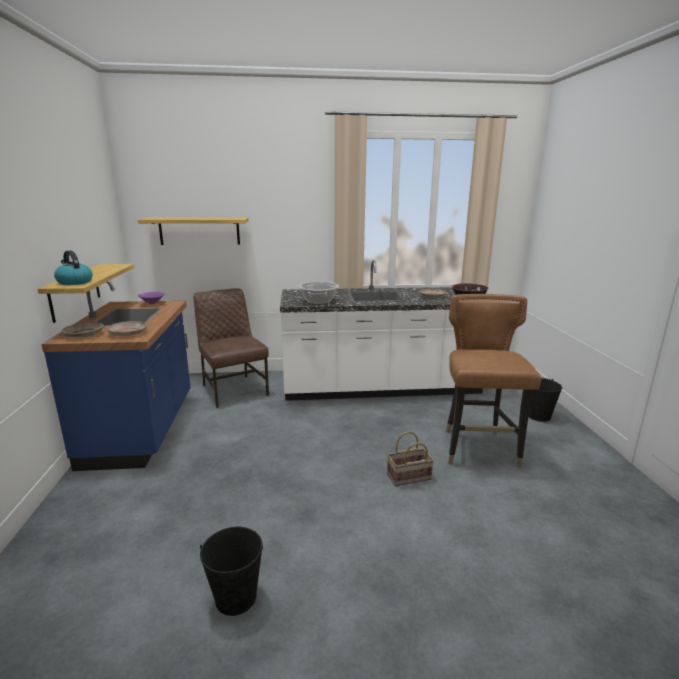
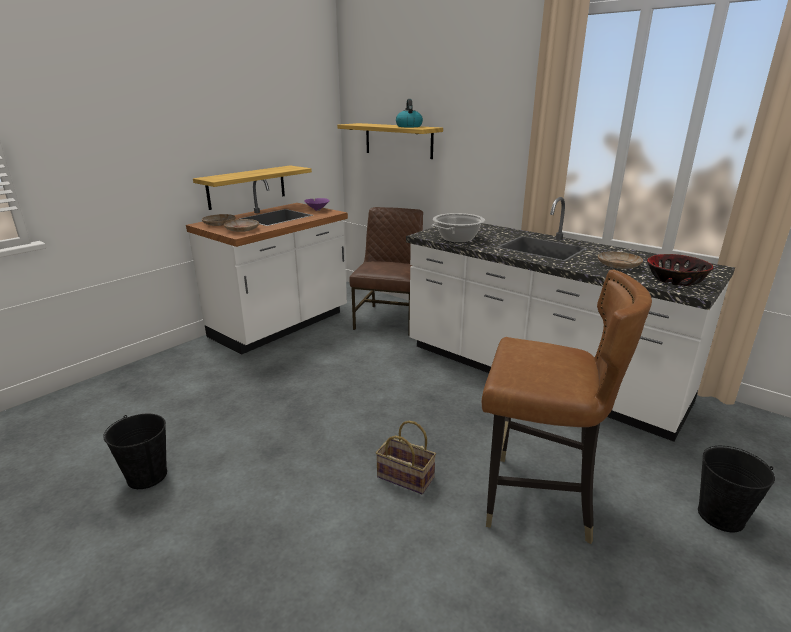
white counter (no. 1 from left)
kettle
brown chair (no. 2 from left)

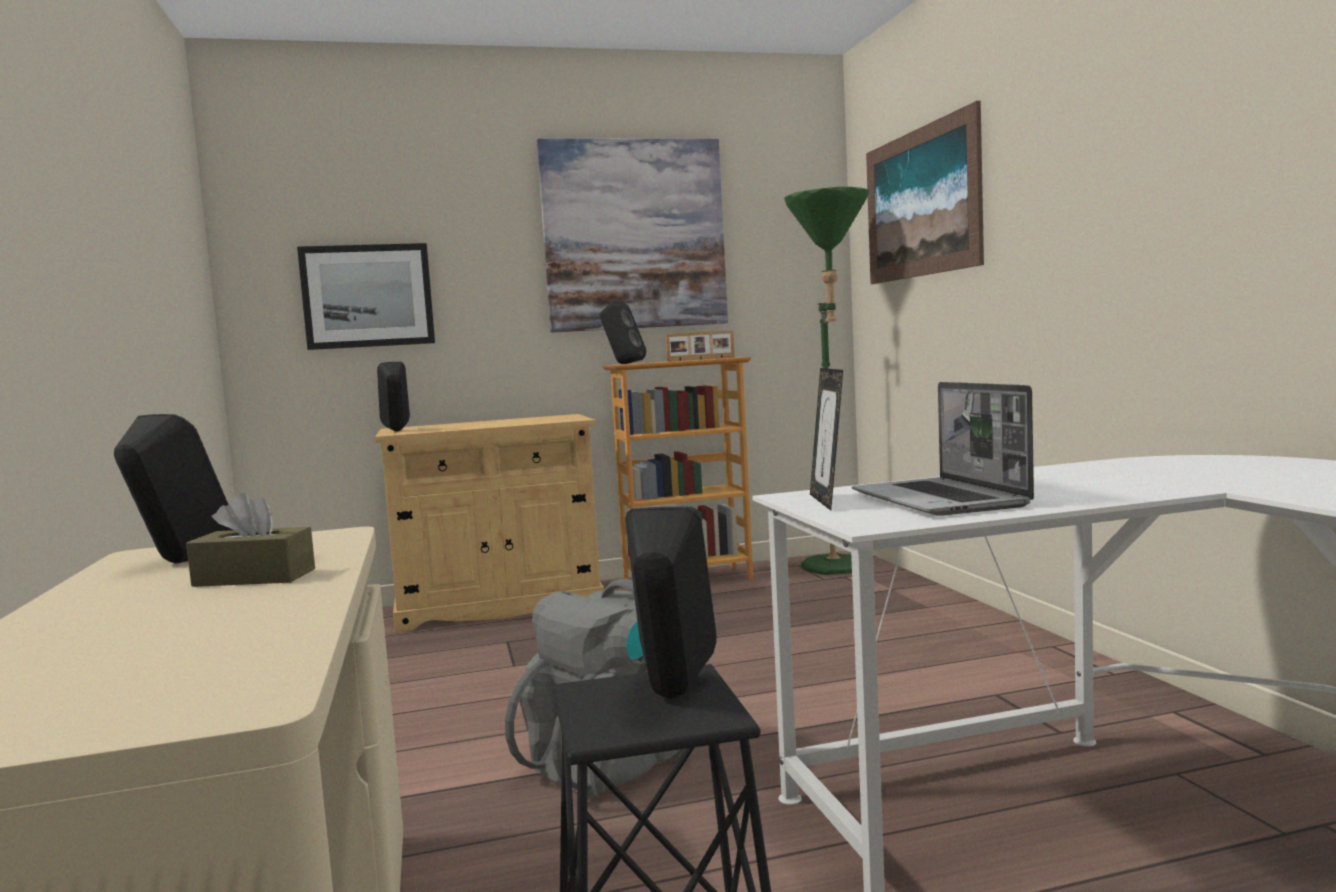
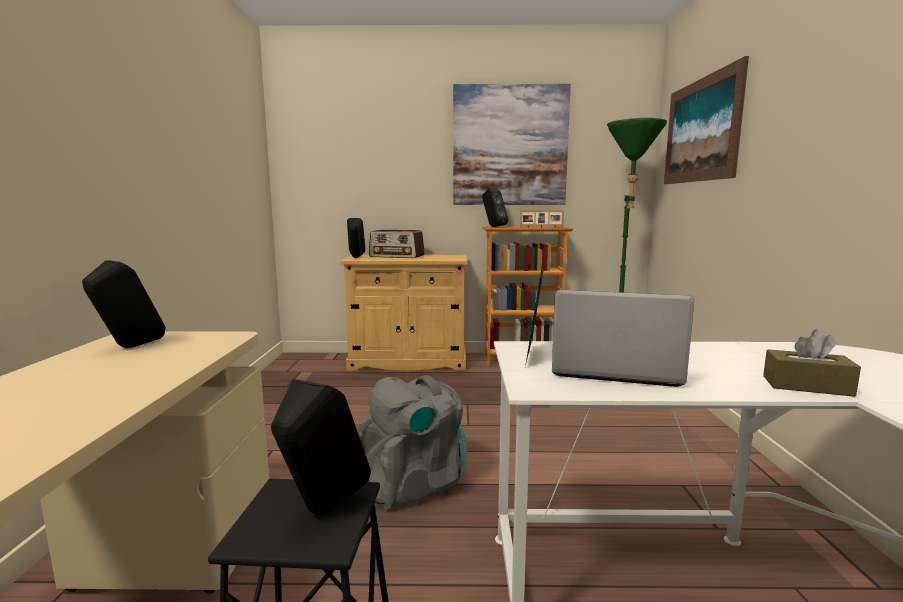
radio
laptop
brown tissue box
picture (no. 1 from left in the first image)

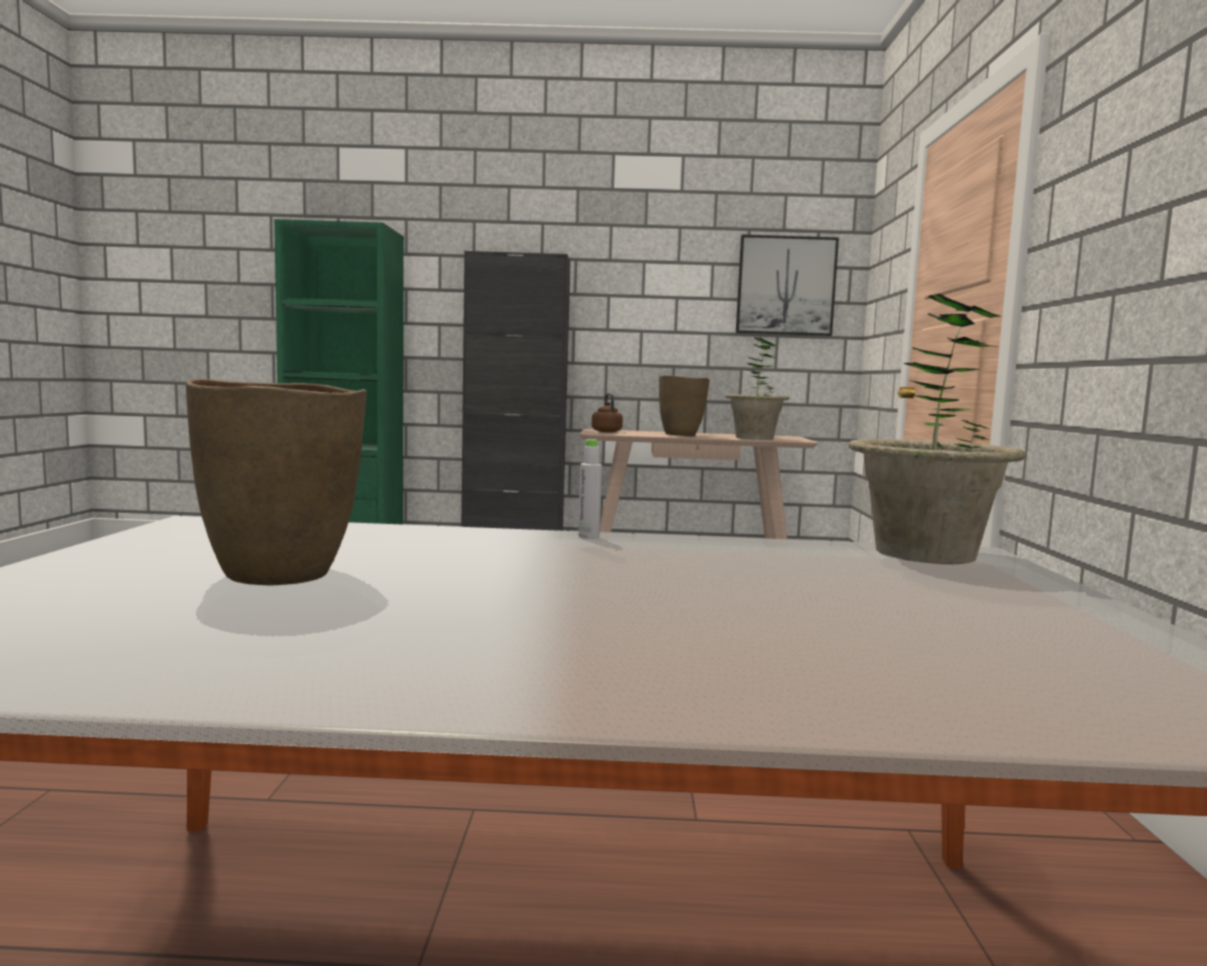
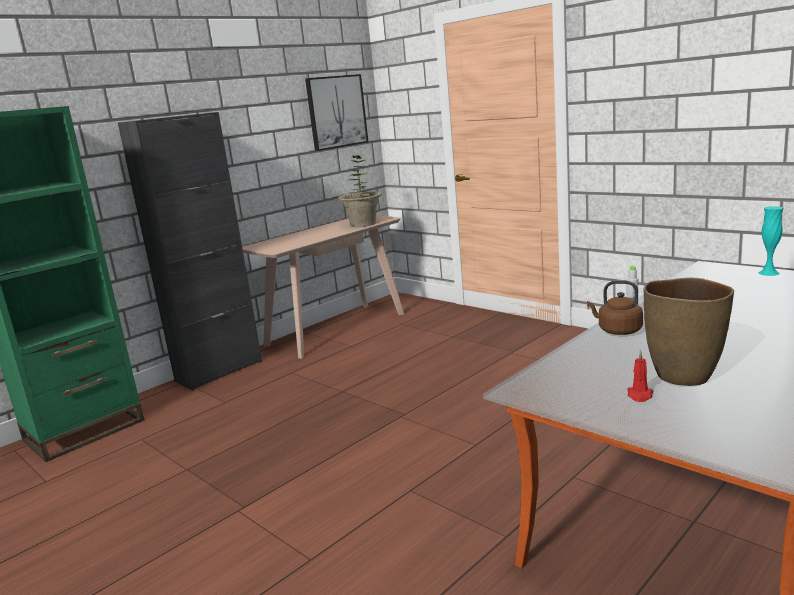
brown kettle
red candle
turquoise vase
brown vase (no. 2 from left in the first image)
potted plant (no. 2 from left in the first image)

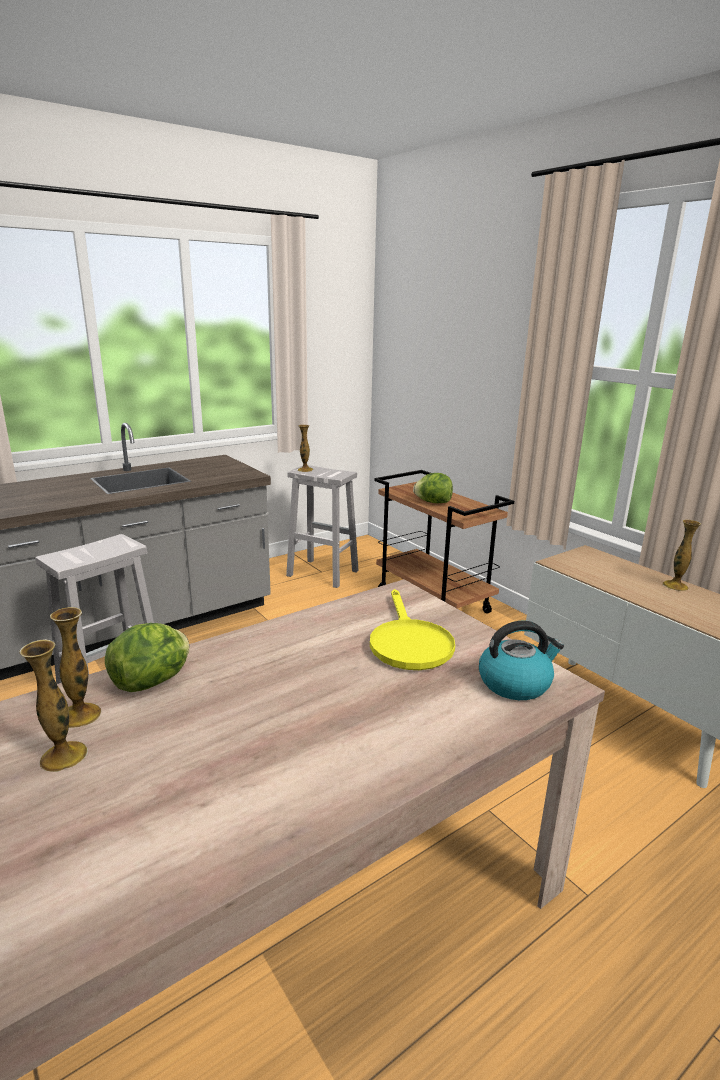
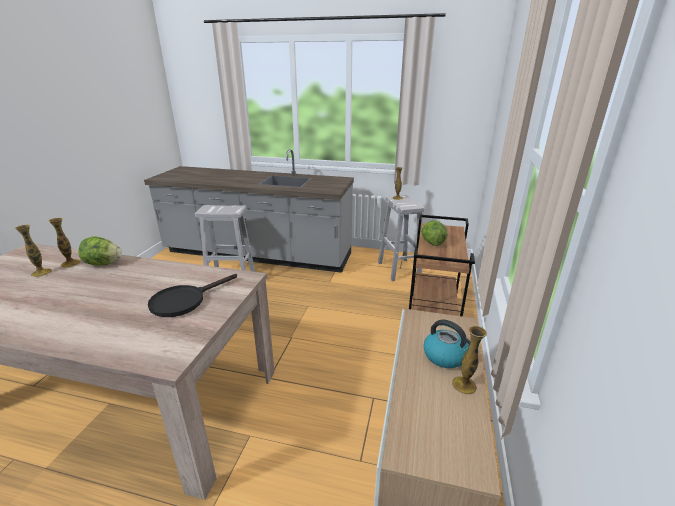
black frying pan
kettle

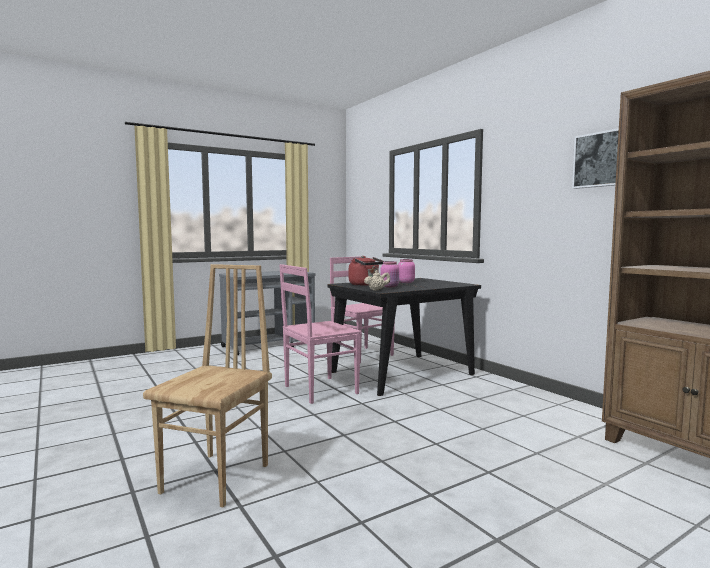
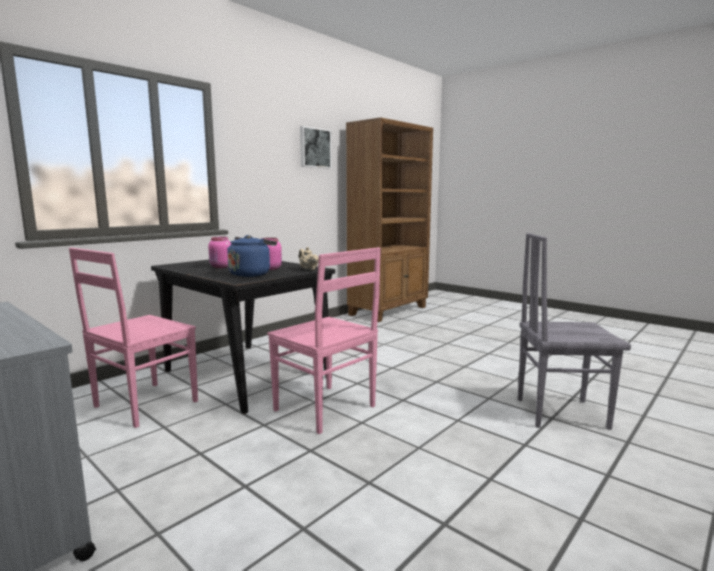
blue kettle
grey chair

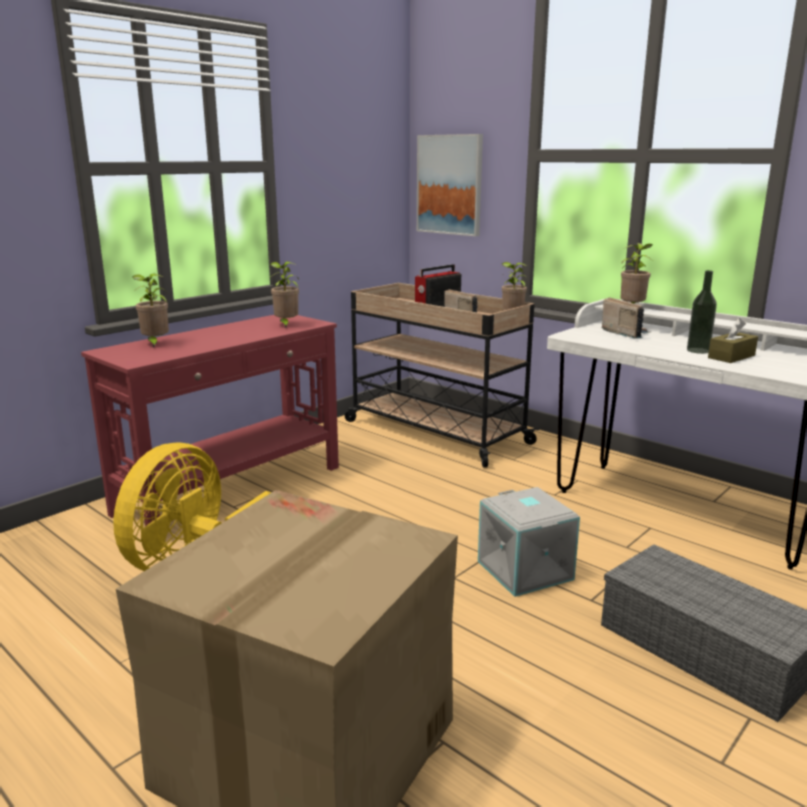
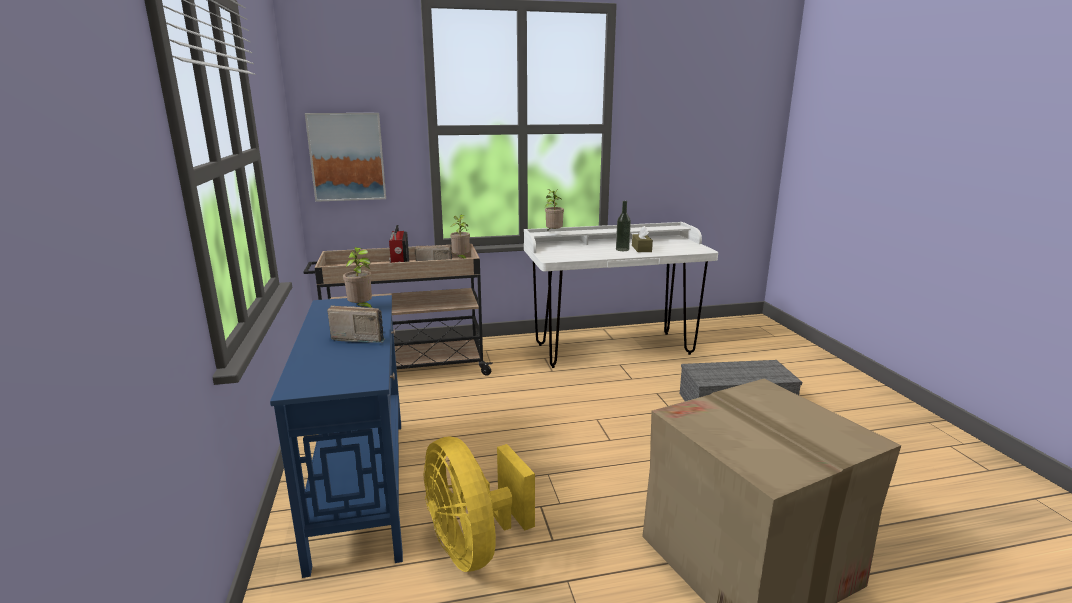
blue console table
radio (no. 1 from left)
potted plant (no. 1 from left in the first image)
grey storage box (no. 1 from left in the first image)

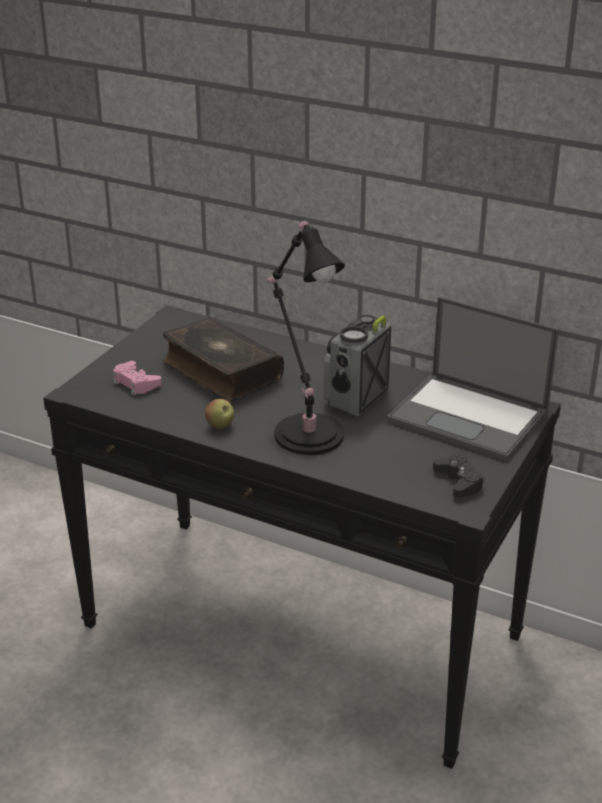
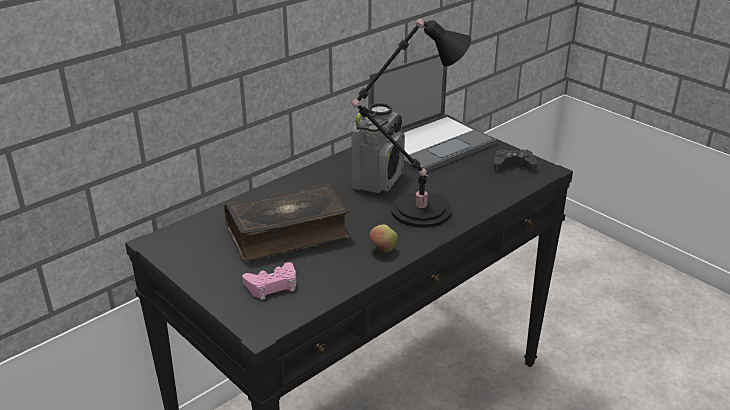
radio

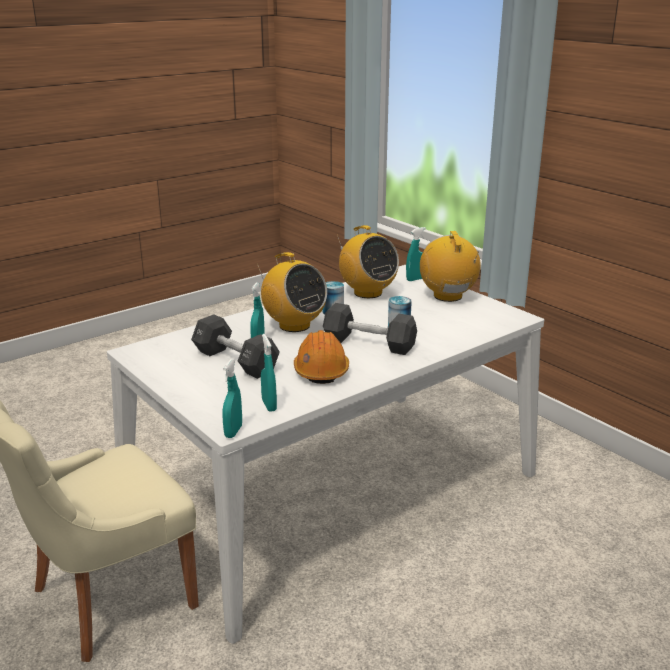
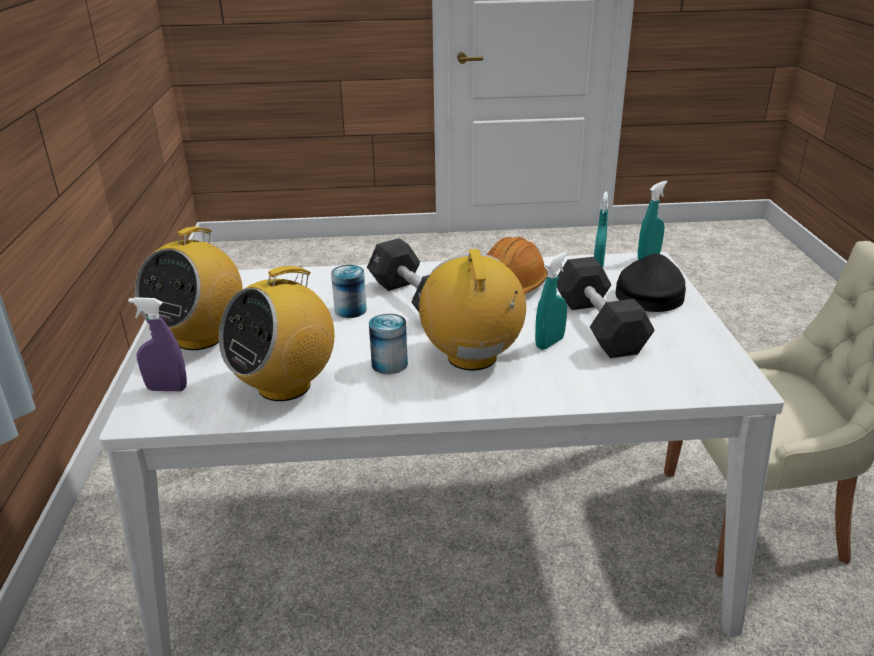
purple spray bottle
radio (no. 2 from left)
black cap

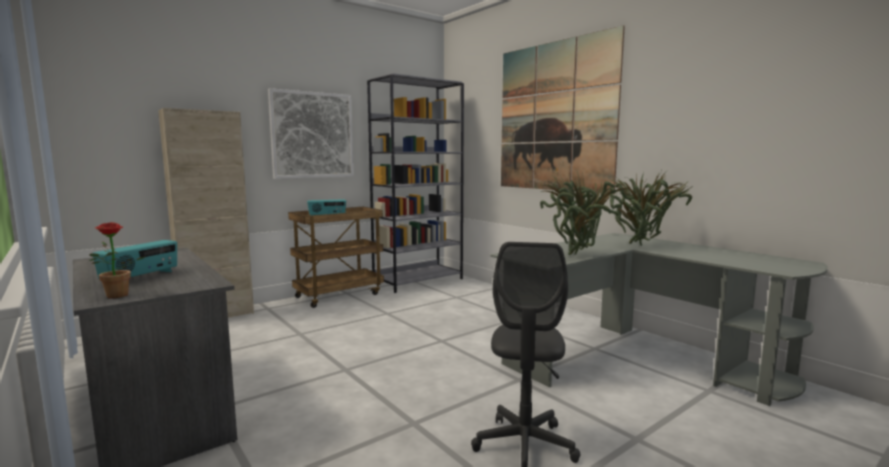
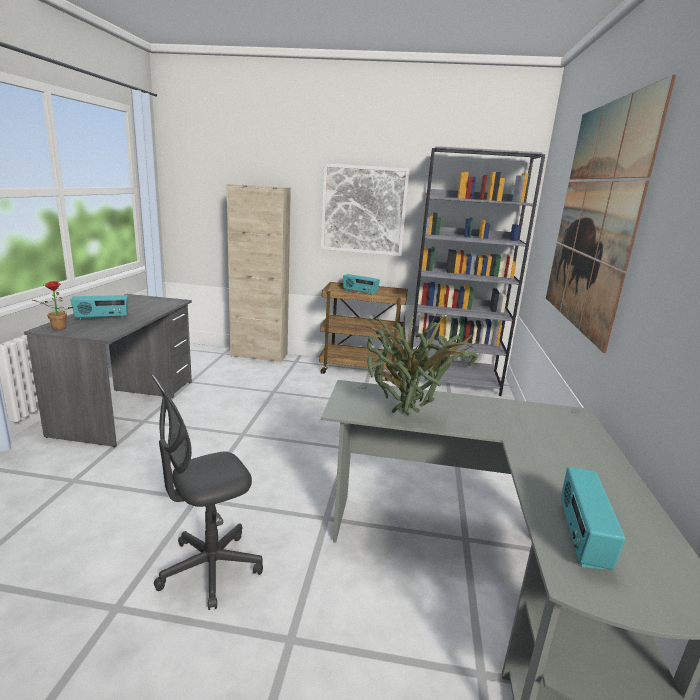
radio (no. 3 from left)
potted plant (no. 3 from left in the first image)

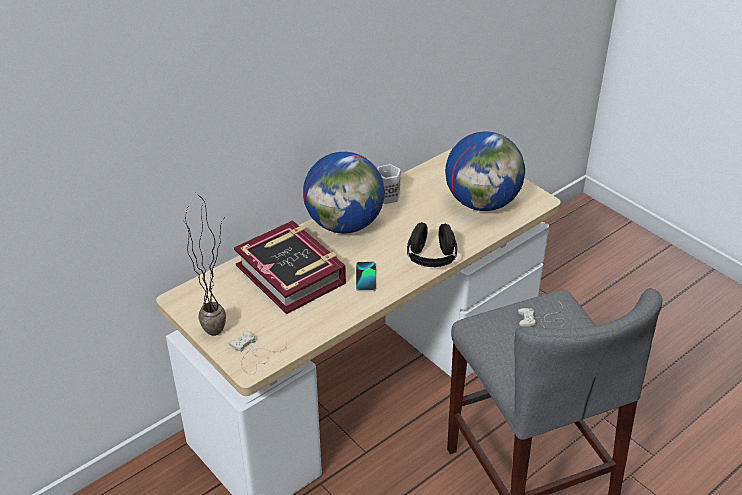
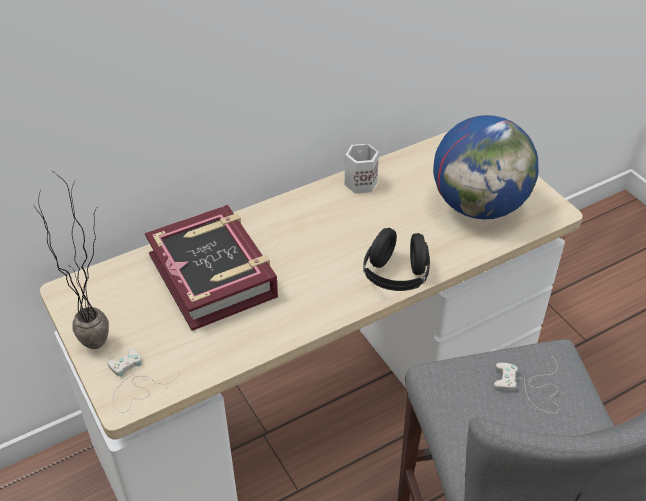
globe (no. 1 from left in the first image)
phone

